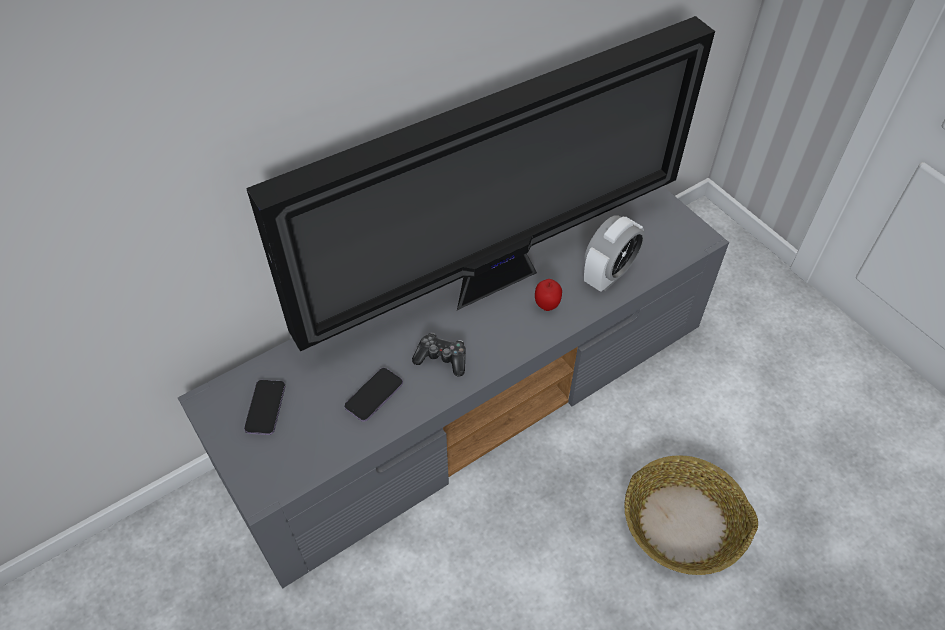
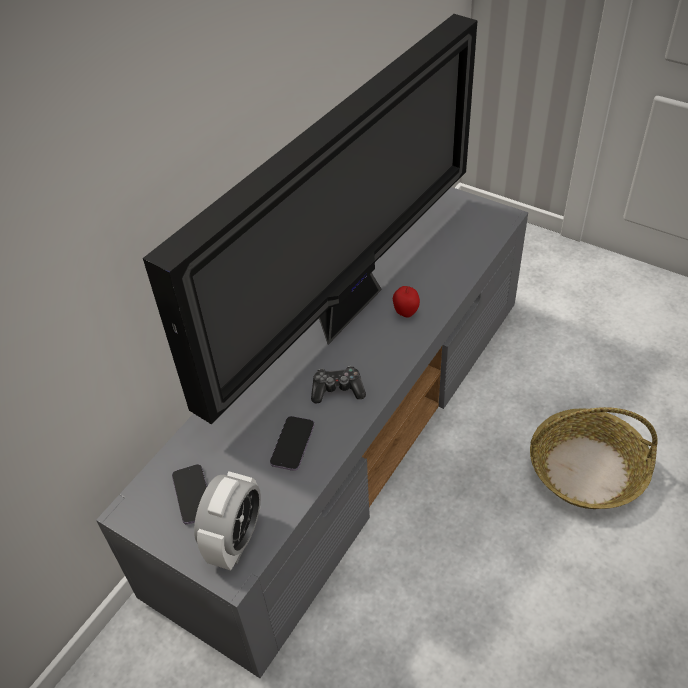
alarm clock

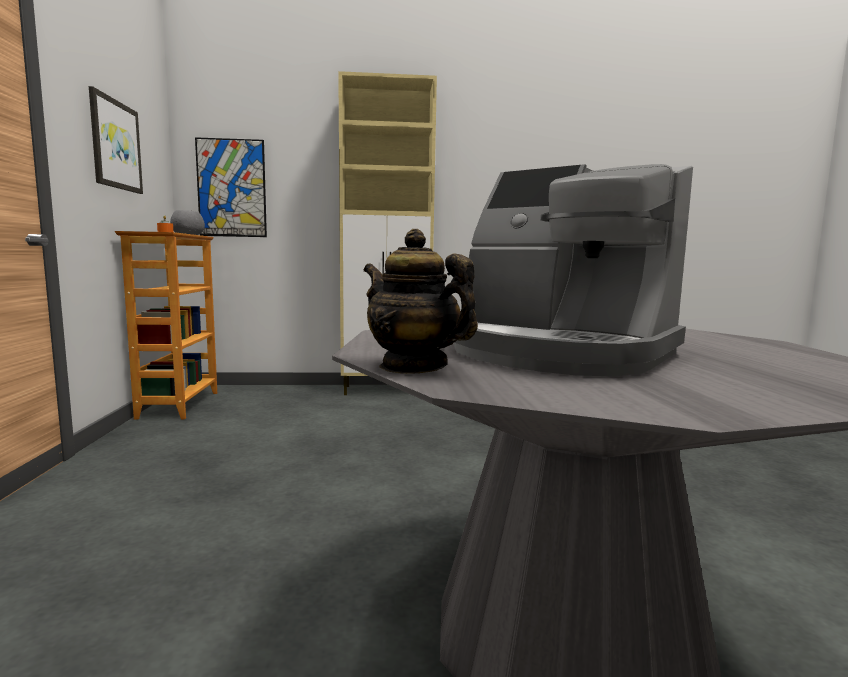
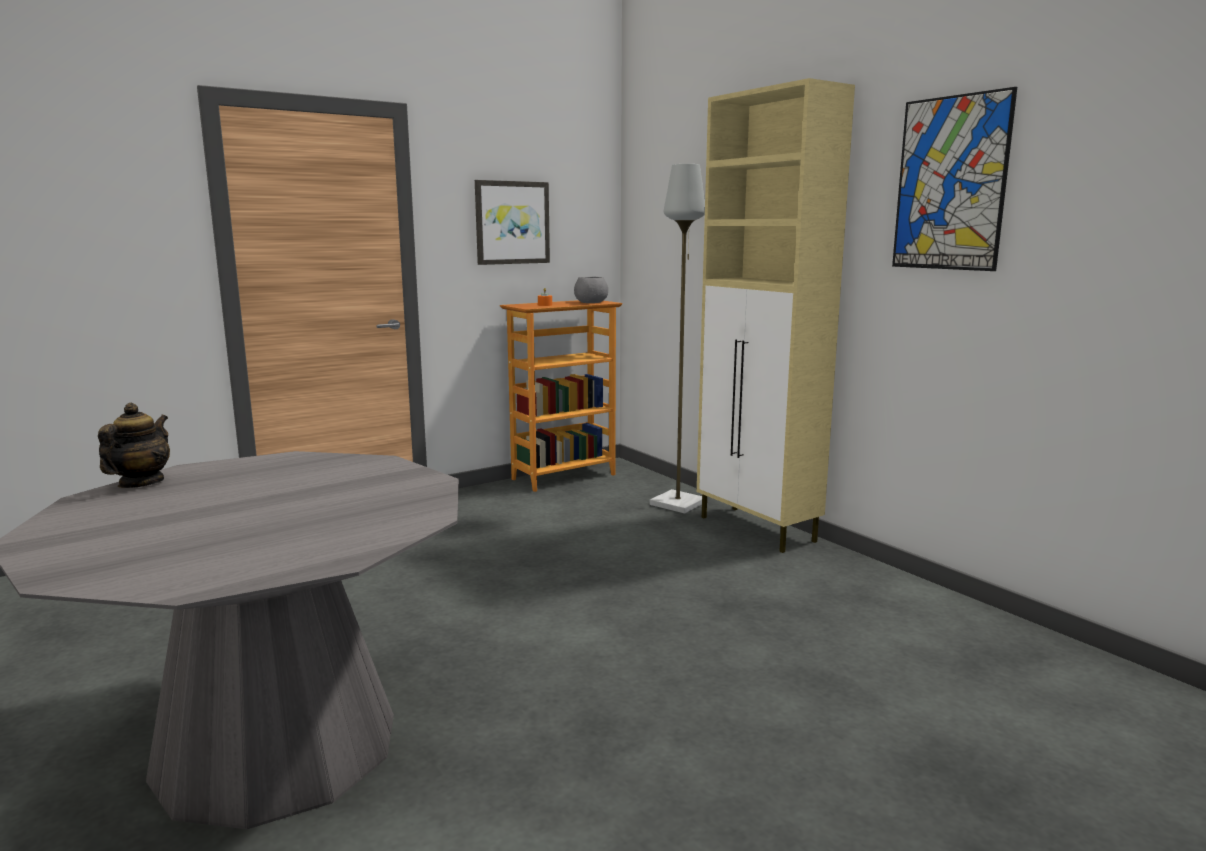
grey floor lamp
picture (no. 2 from left)
coffee machine

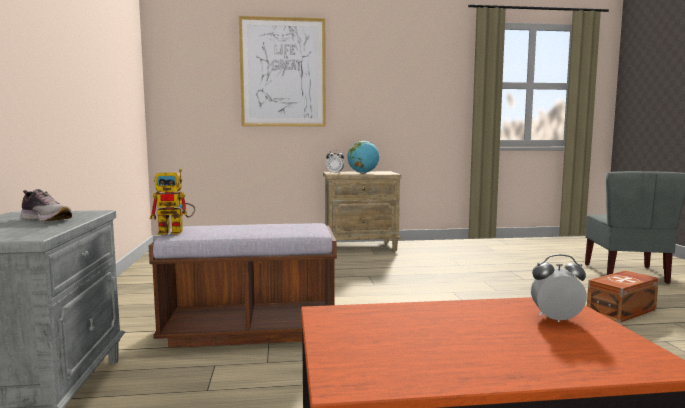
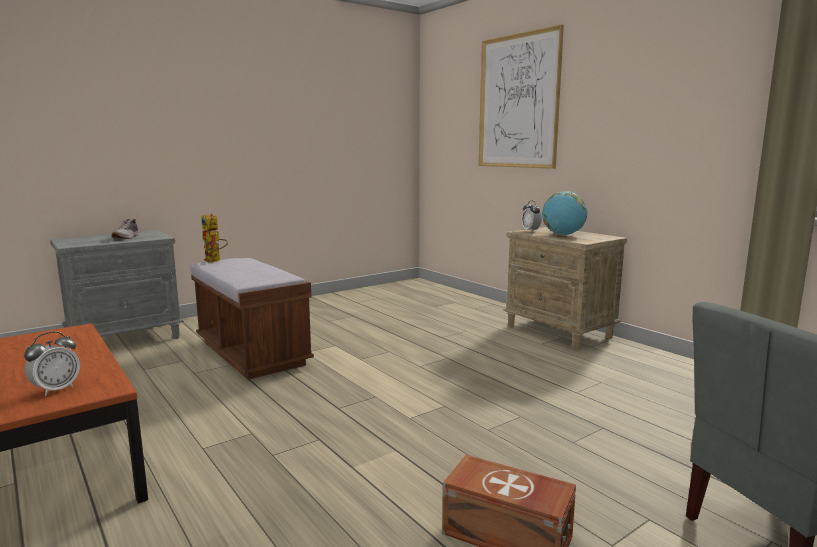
alarm clock (no. 1 from left)

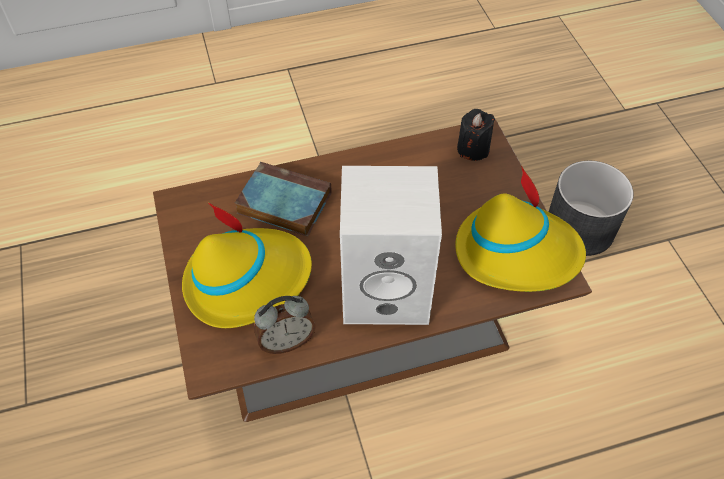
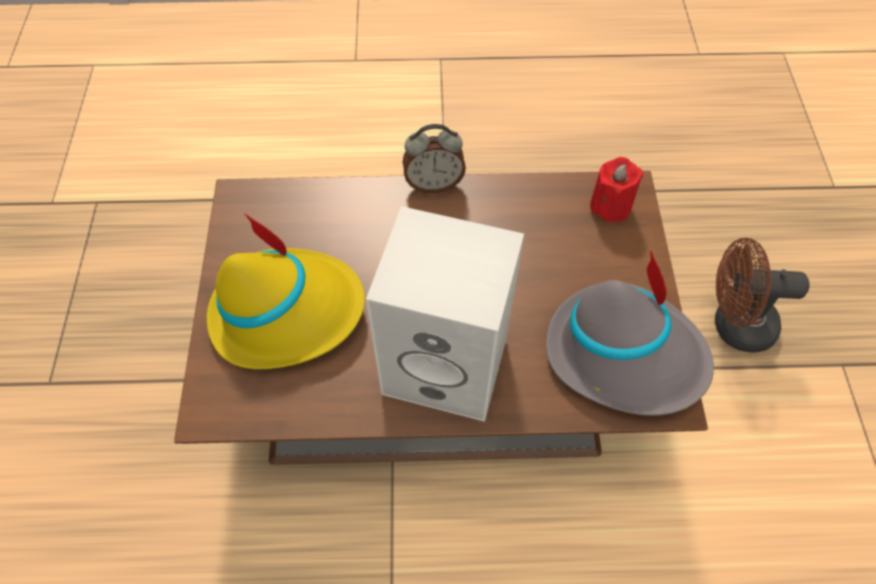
alarm clock
grey hat
red candle
brown fan
book

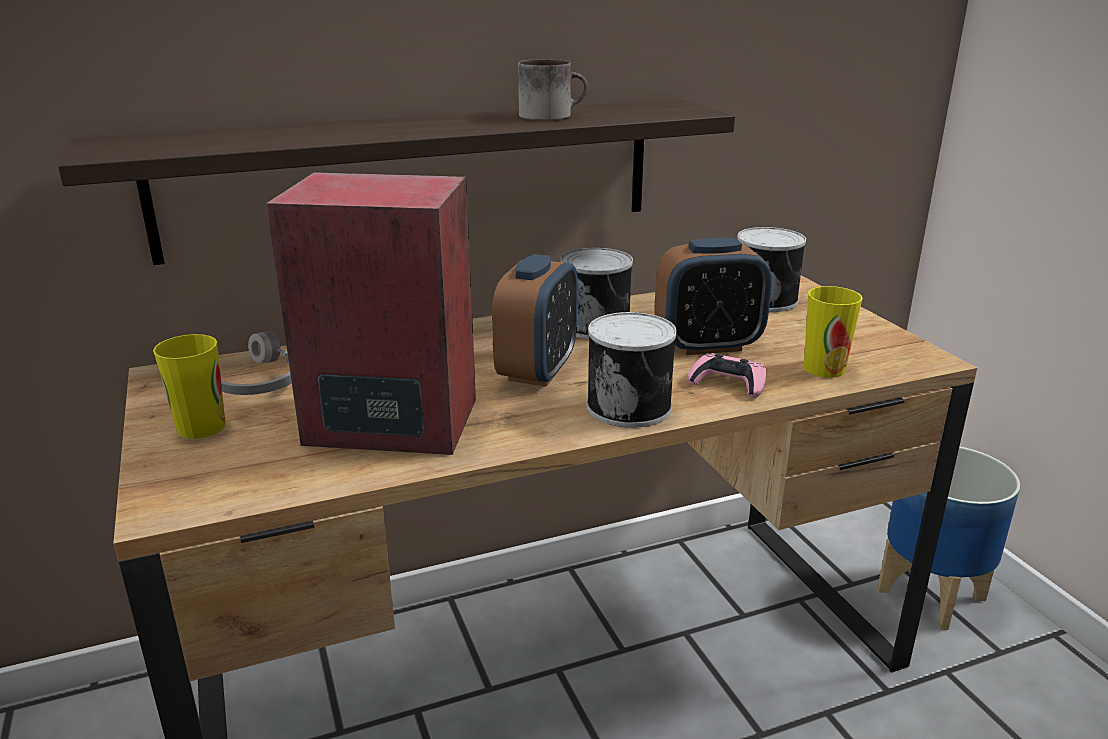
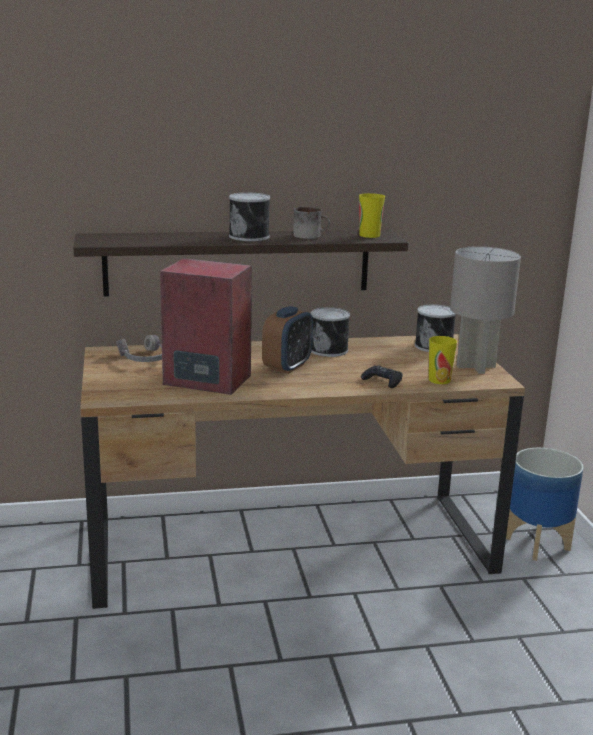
can (no. 1 from left)
cup (no. 1 from left)
black game controller
grey table lamp
alarm clock (no. 2 from left in the first image)

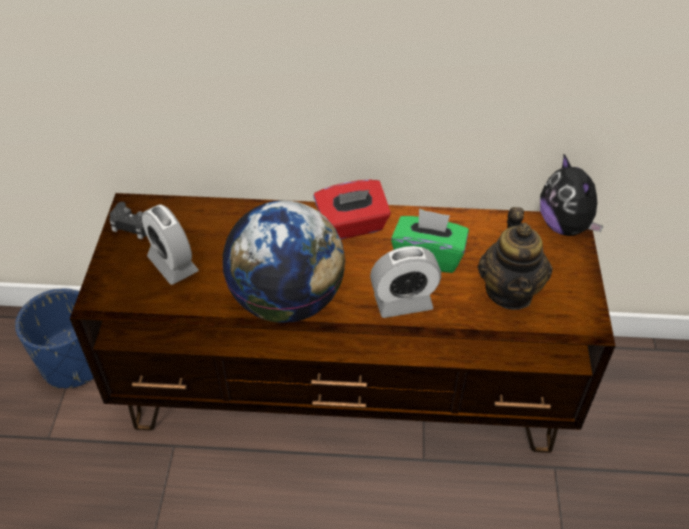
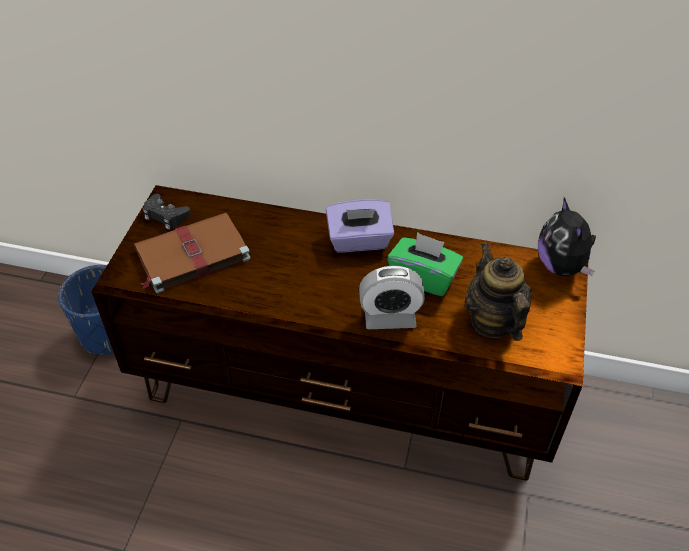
brown book
purple tissue box
teapot
globe

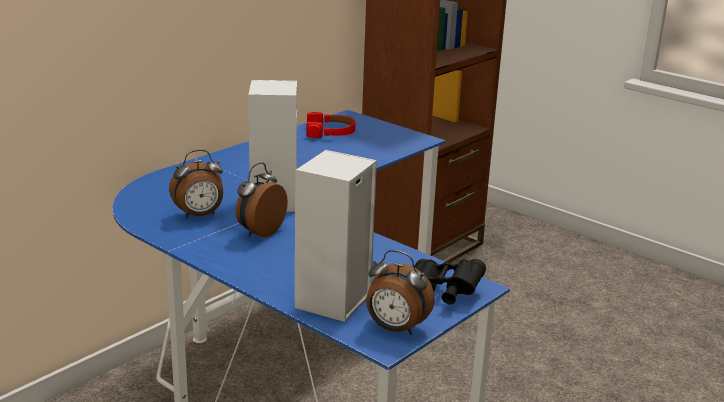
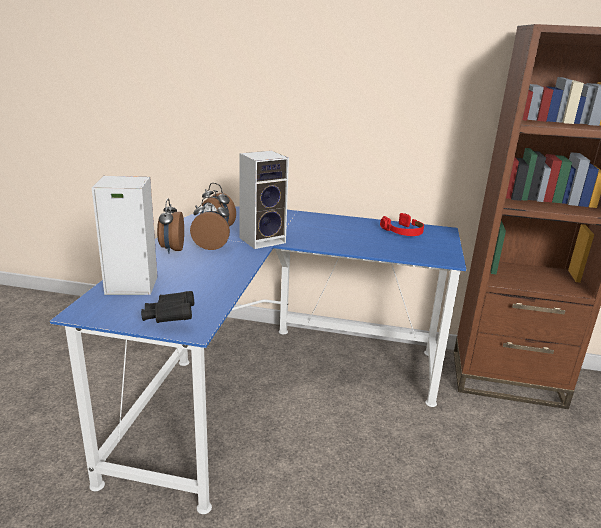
alarm clock (no. 1 from left)

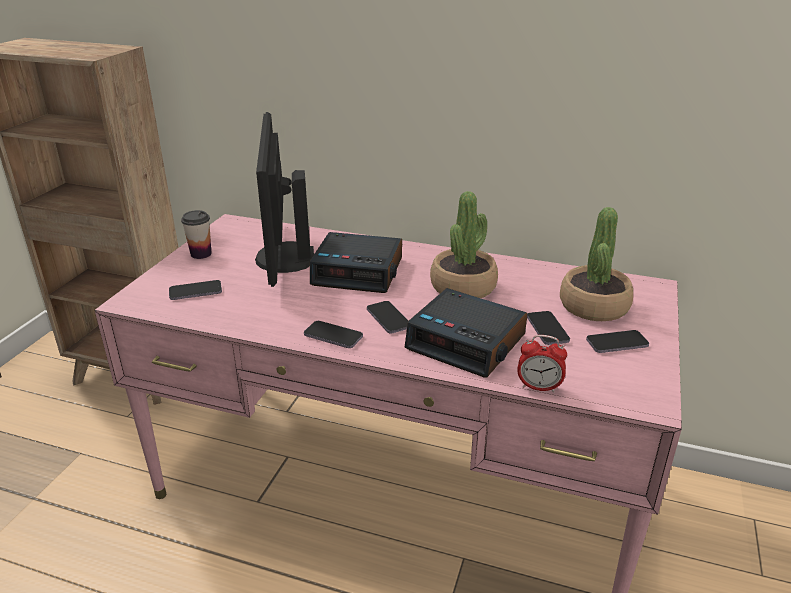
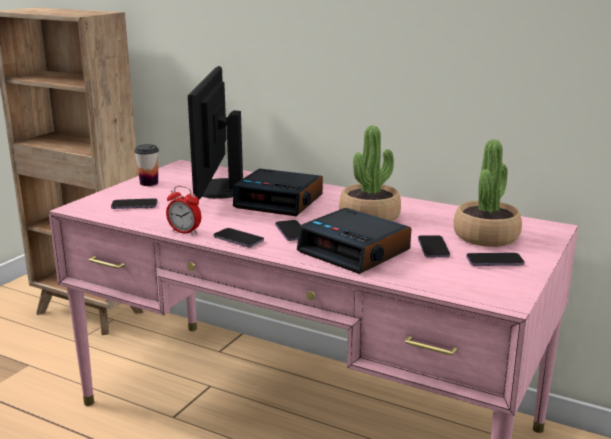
alarm clock (no. 1 from left)

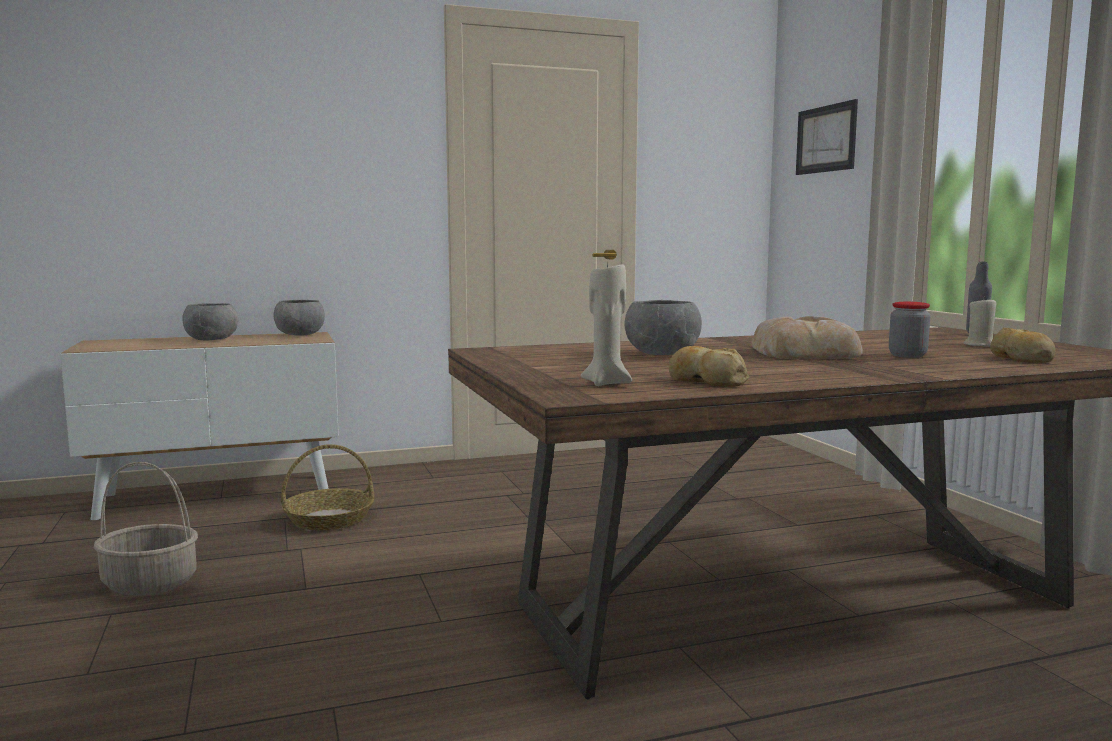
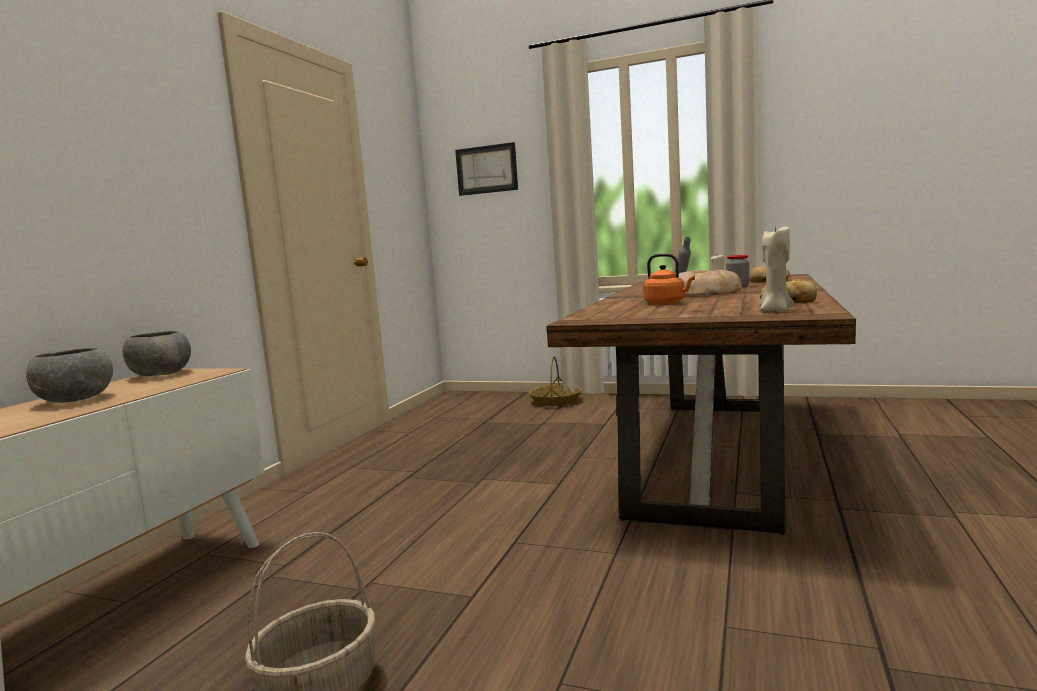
basket (no. 2 from left)
orange kettle

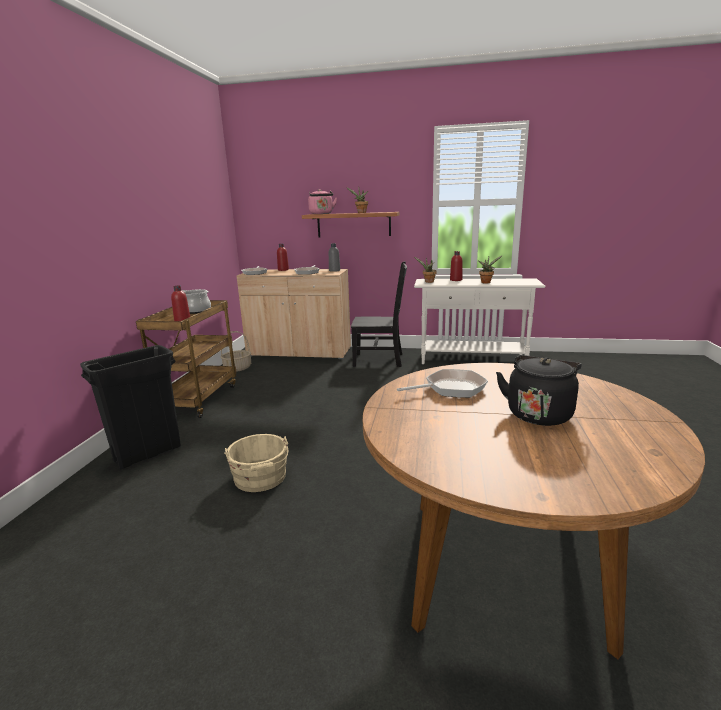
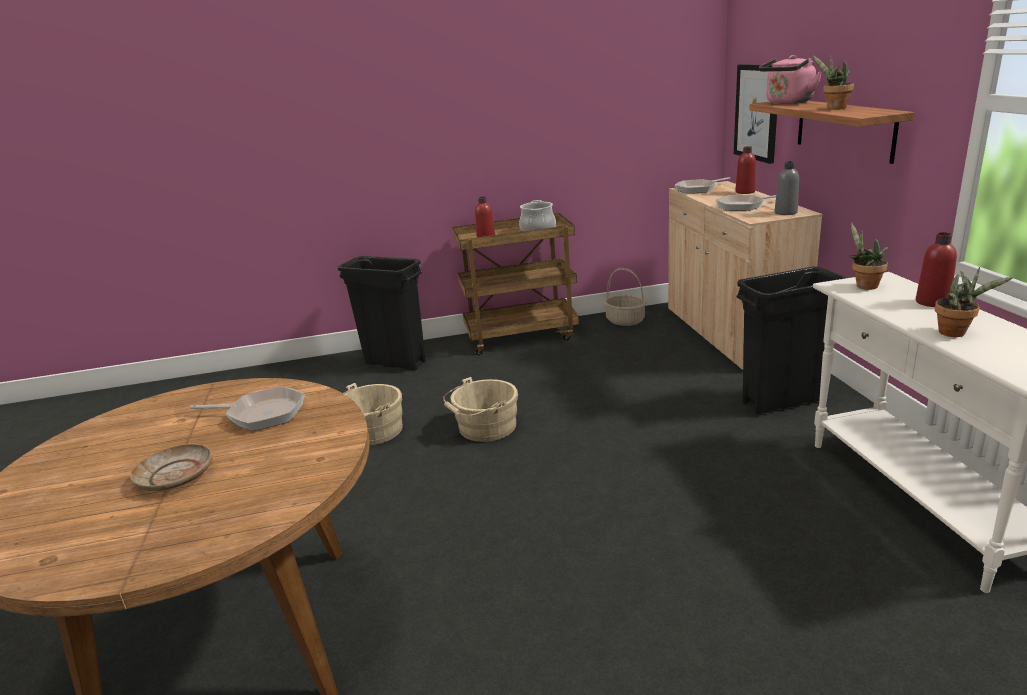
beige plate
frying pan (no. 1 from left)
beige bucket (no. 2 from left)
picture
black trash can (no. 2 from left)

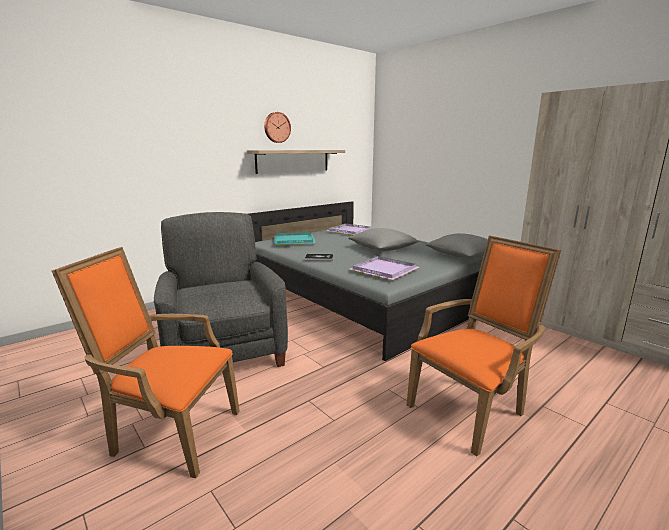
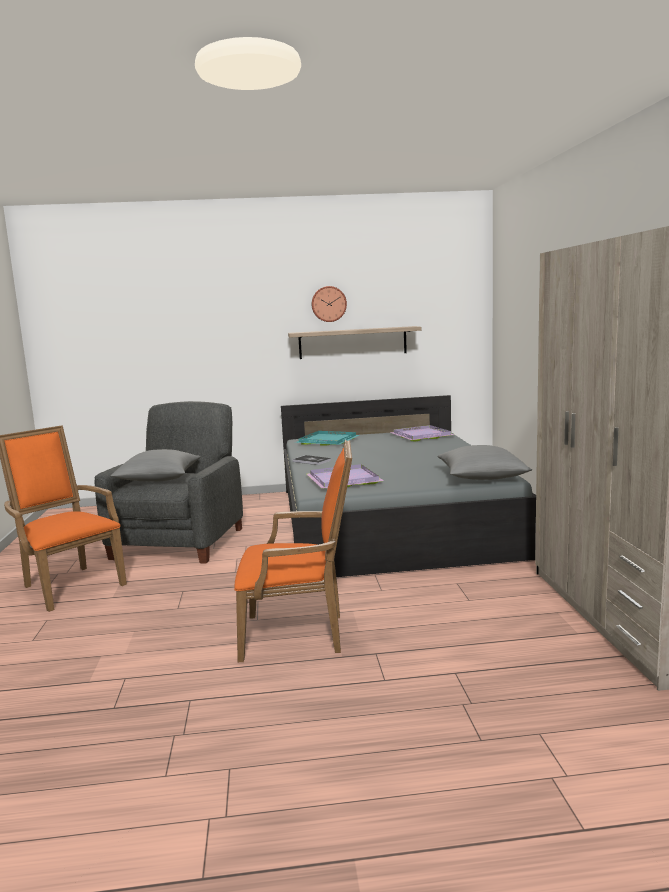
grey pillow (no. 1 from left)

